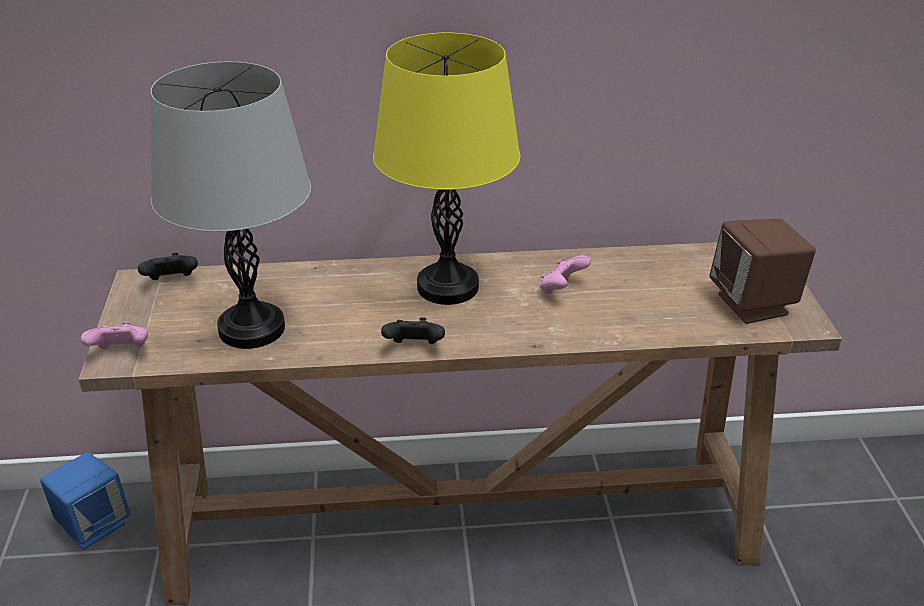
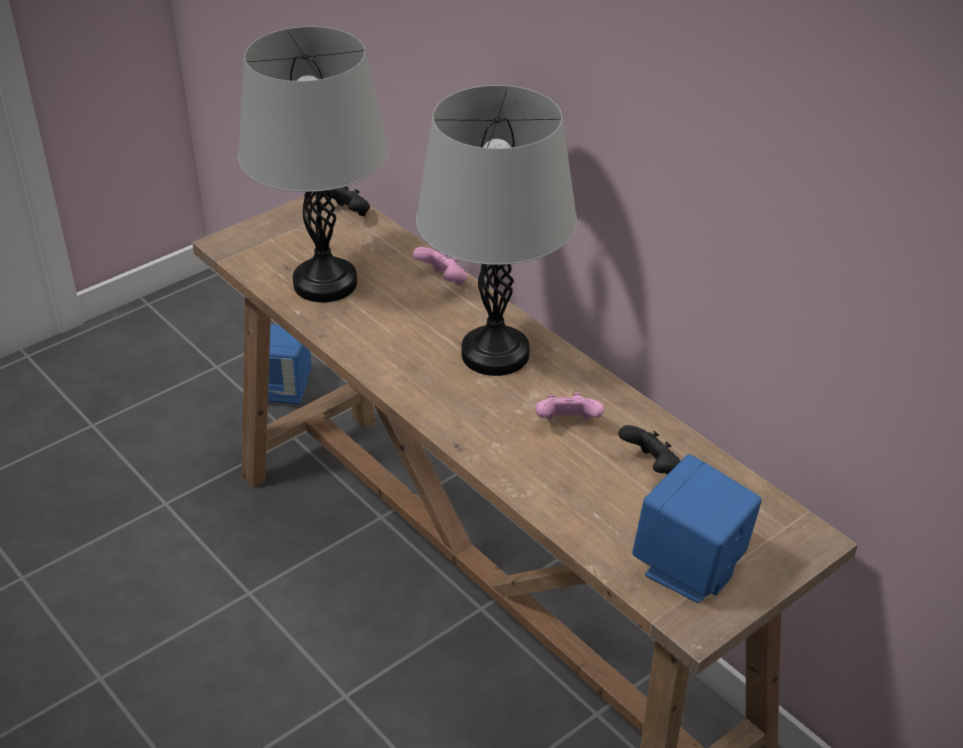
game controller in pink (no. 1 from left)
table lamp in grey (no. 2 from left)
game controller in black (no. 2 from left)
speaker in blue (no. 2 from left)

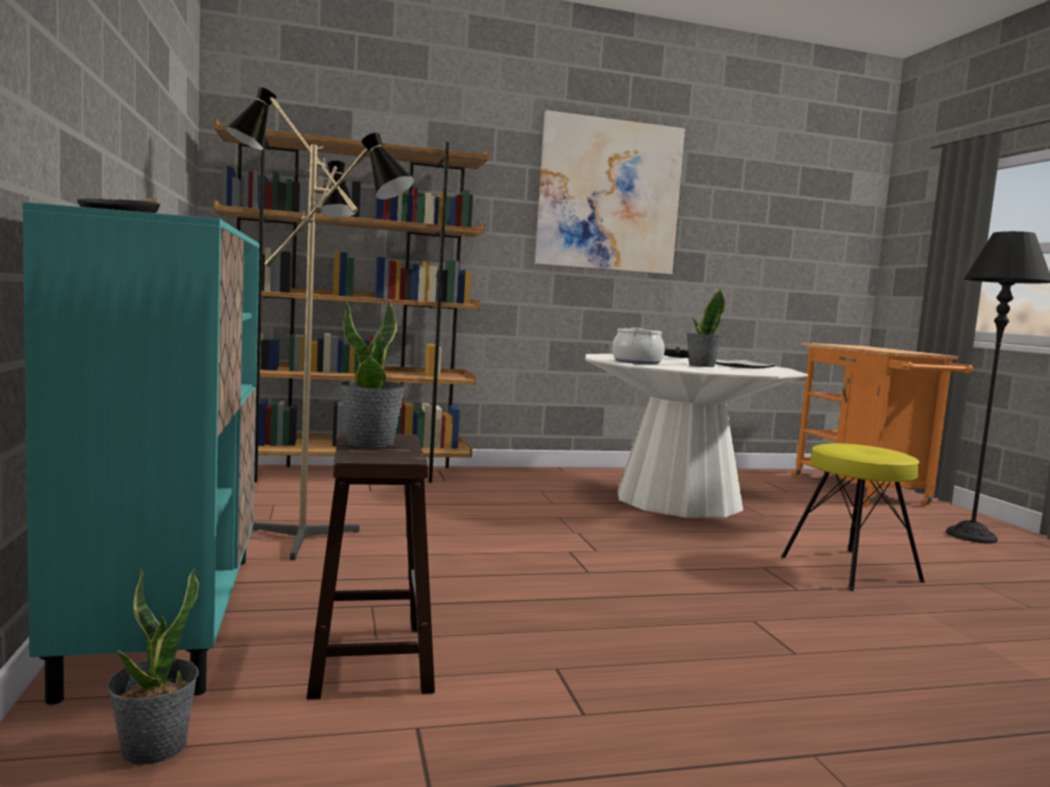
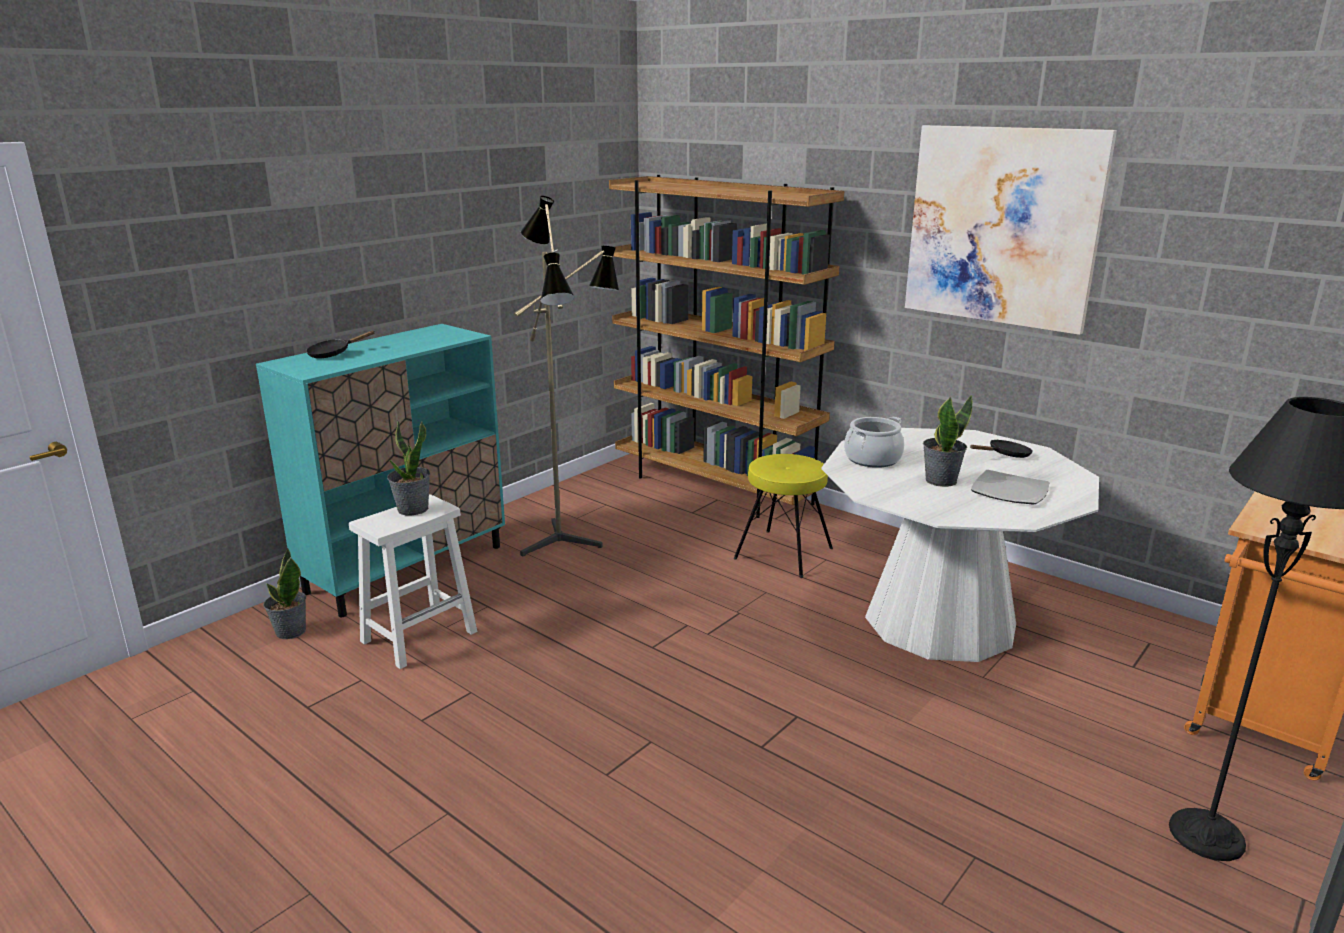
stool in white
stool in yellow

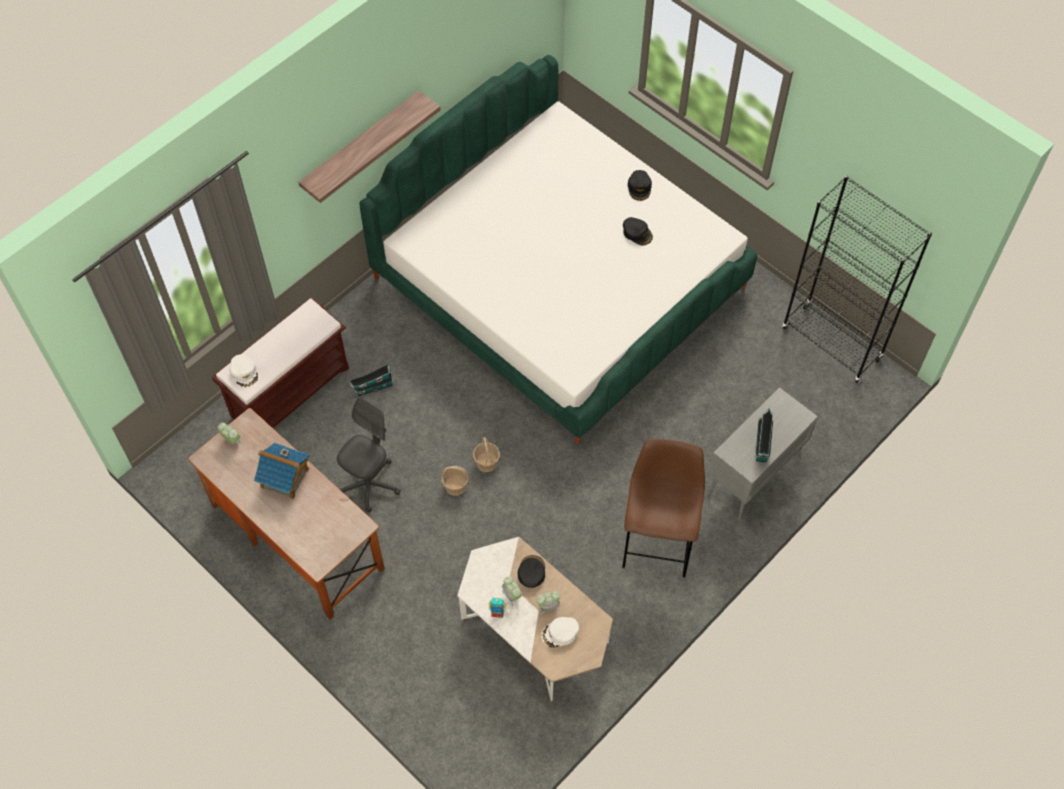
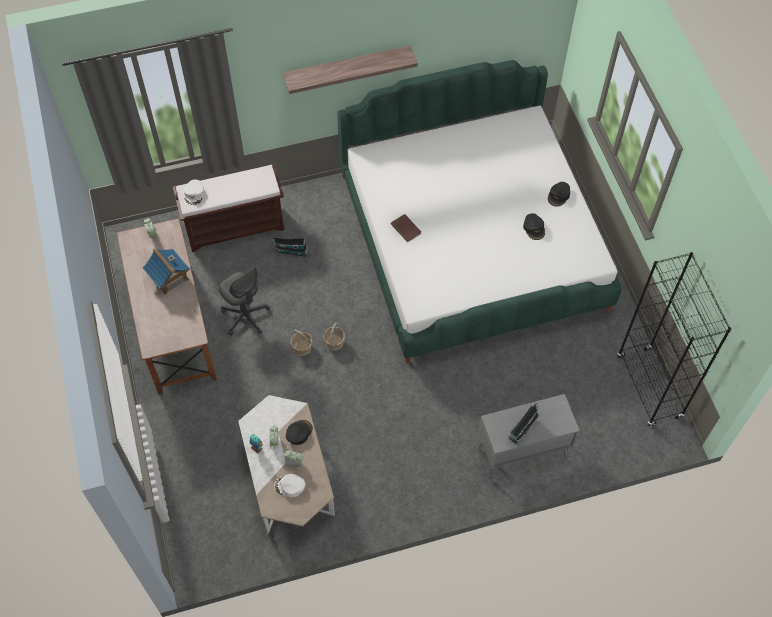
office chair in grey
stool in brown
book in brown

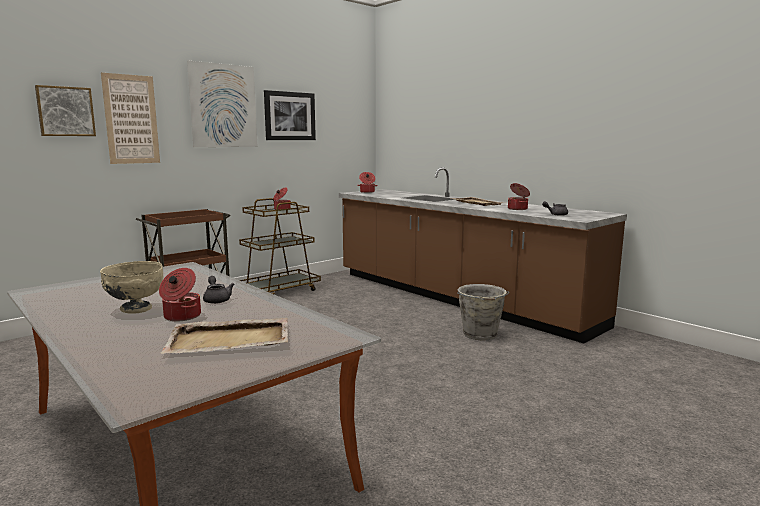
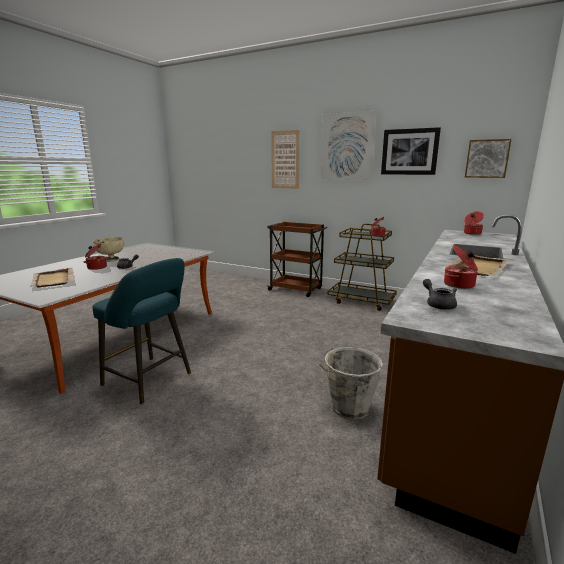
picture (no. 4 from left)
stool in turquoise

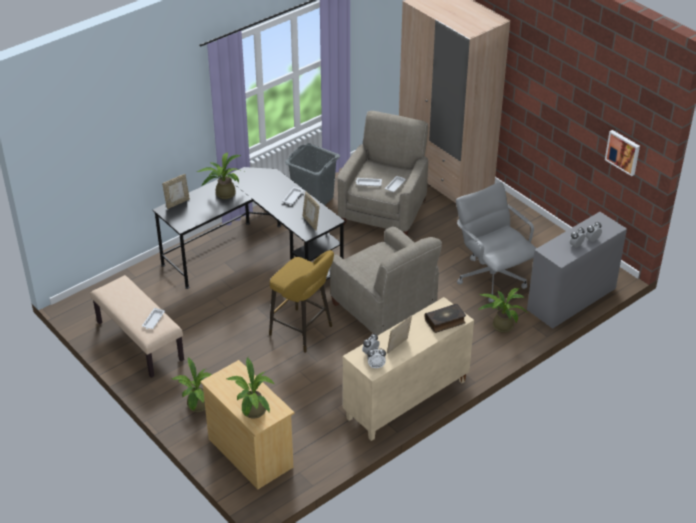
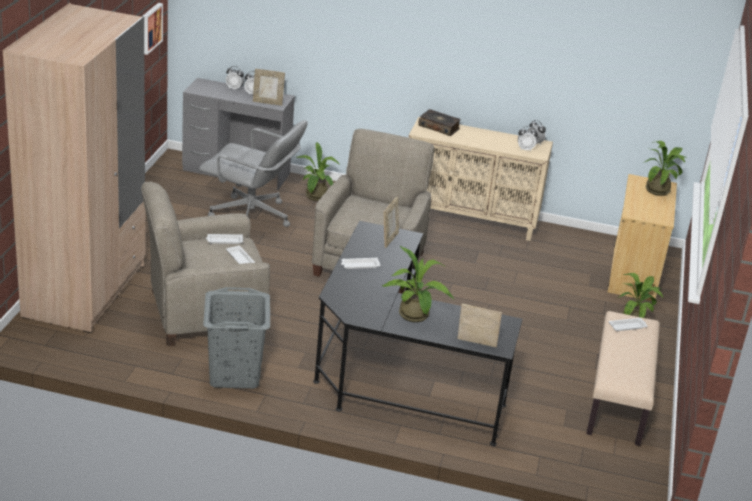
stool in yellow
picture frame (no. 1 from left)
office chair in grey

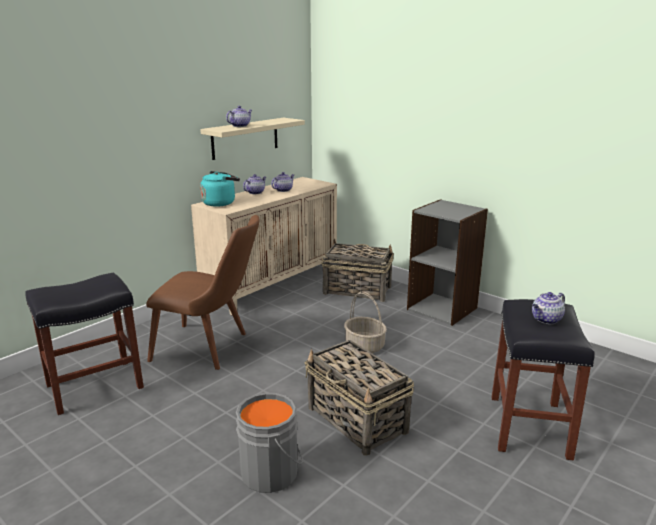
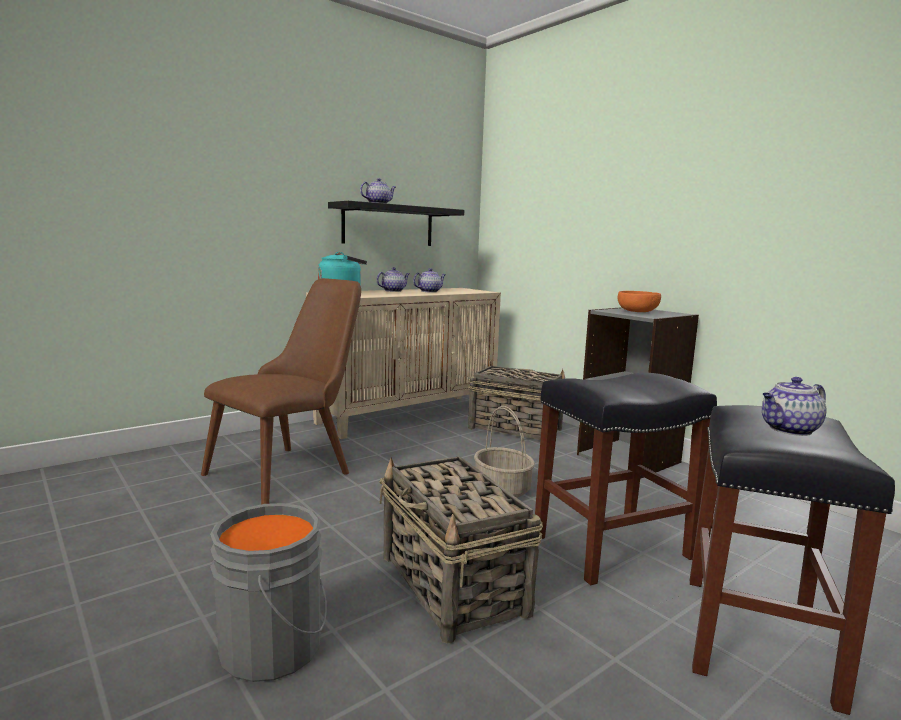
stool in black (no. 1 from left)
chair in brown
shelf in black
bowl in orange

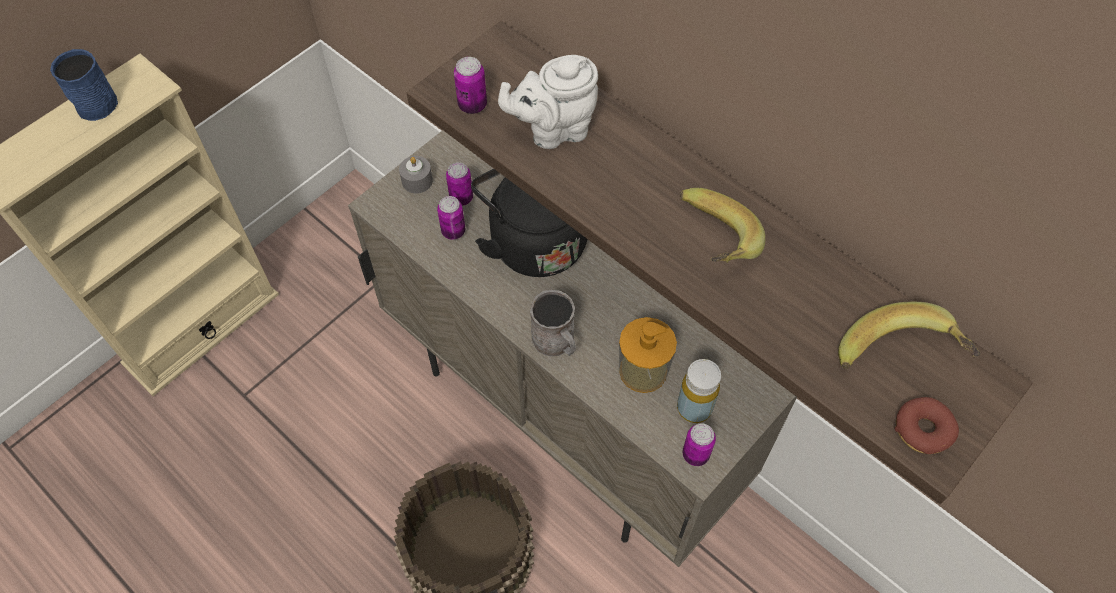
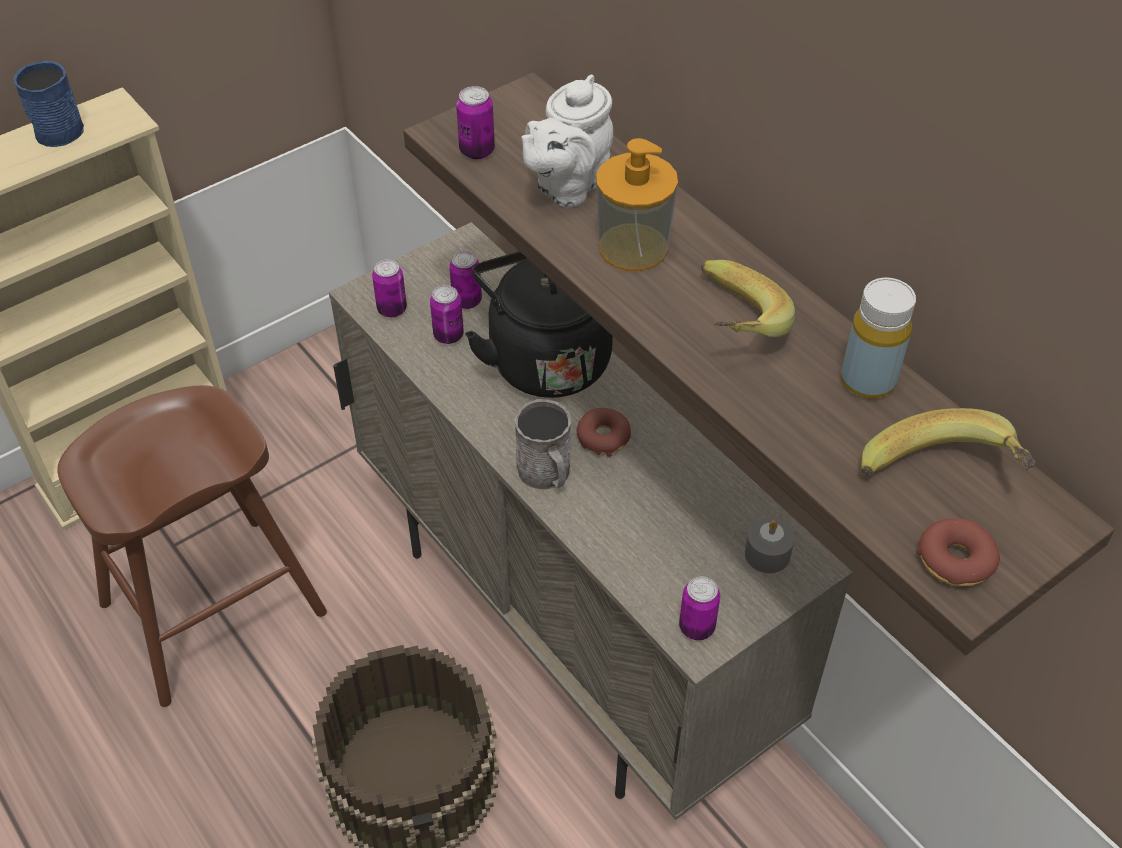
candle in grey
teapot in white
soap dispenser
bottle in yellow
stool in brown
can (no. 1 from left)
donut (no. 1 from left)

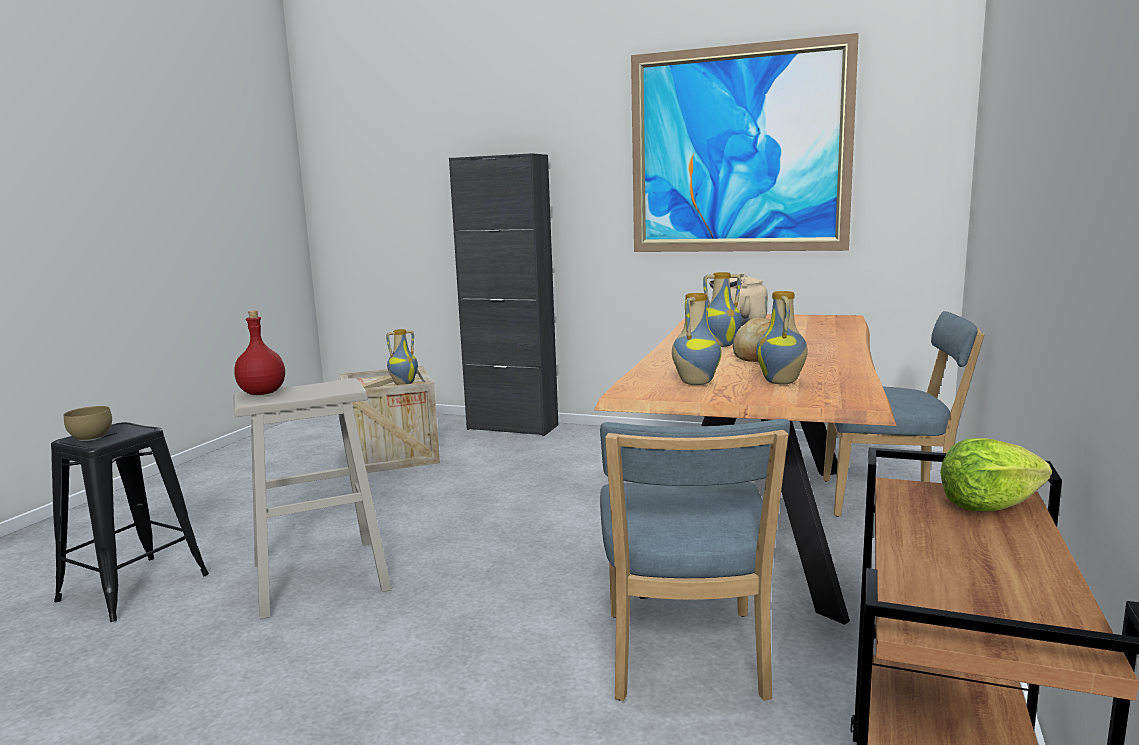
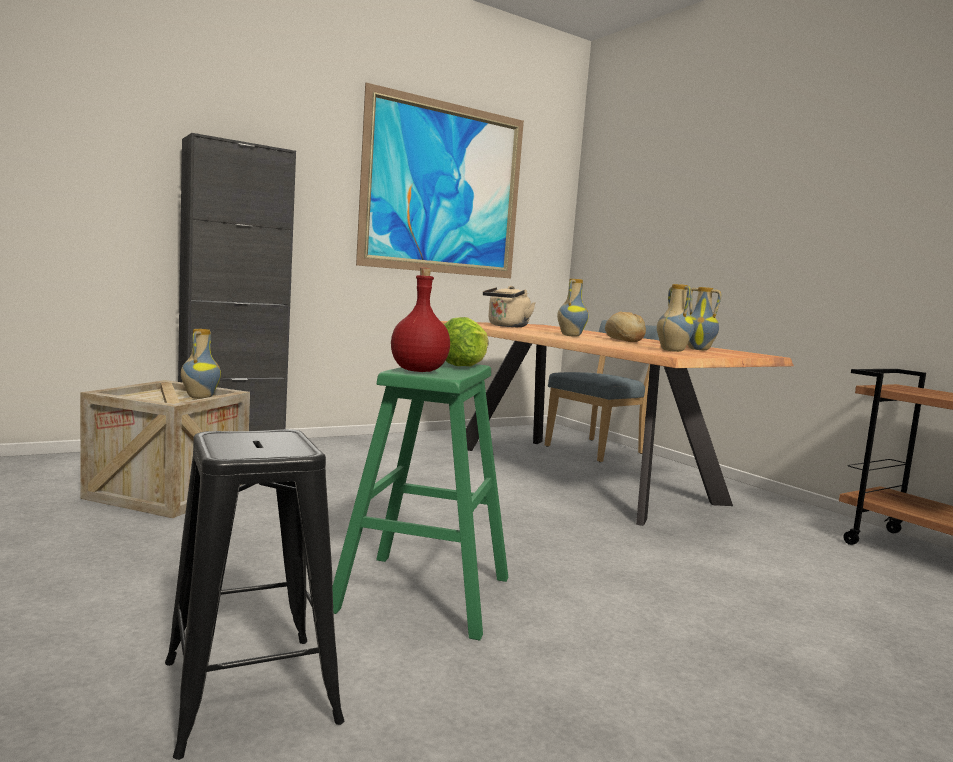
bowl in brown
stool in green
chair in blue (no. 1 from left in the first image)
lettuce

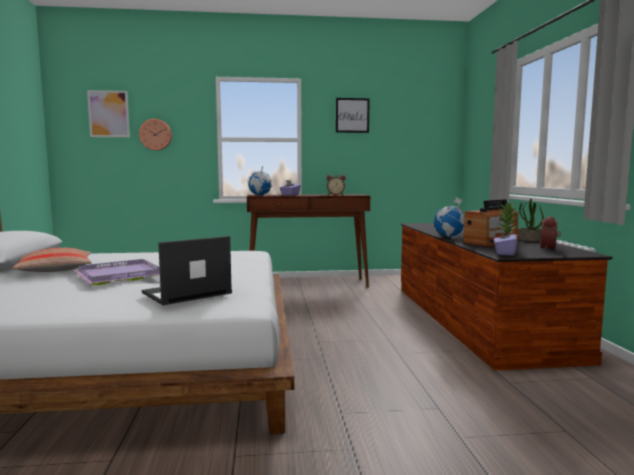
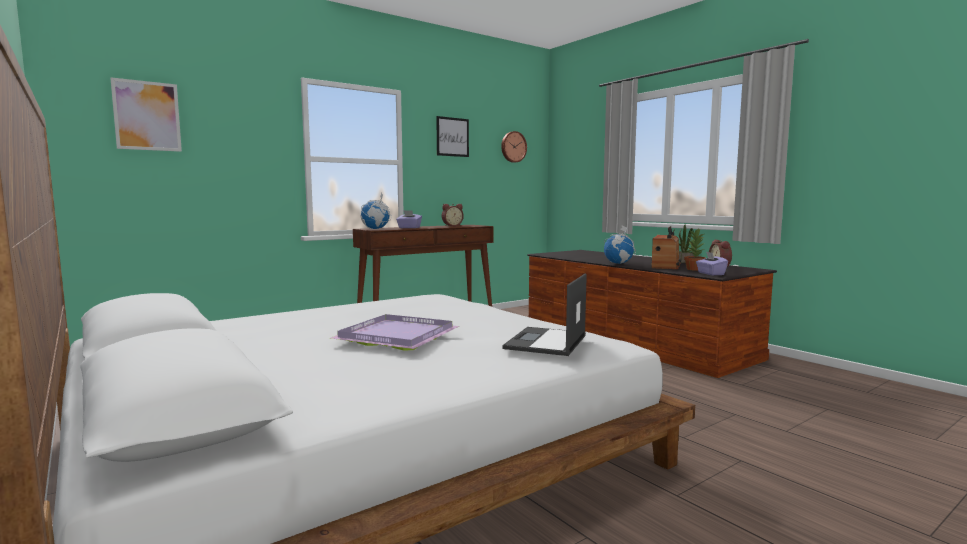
pillow
wall clock

